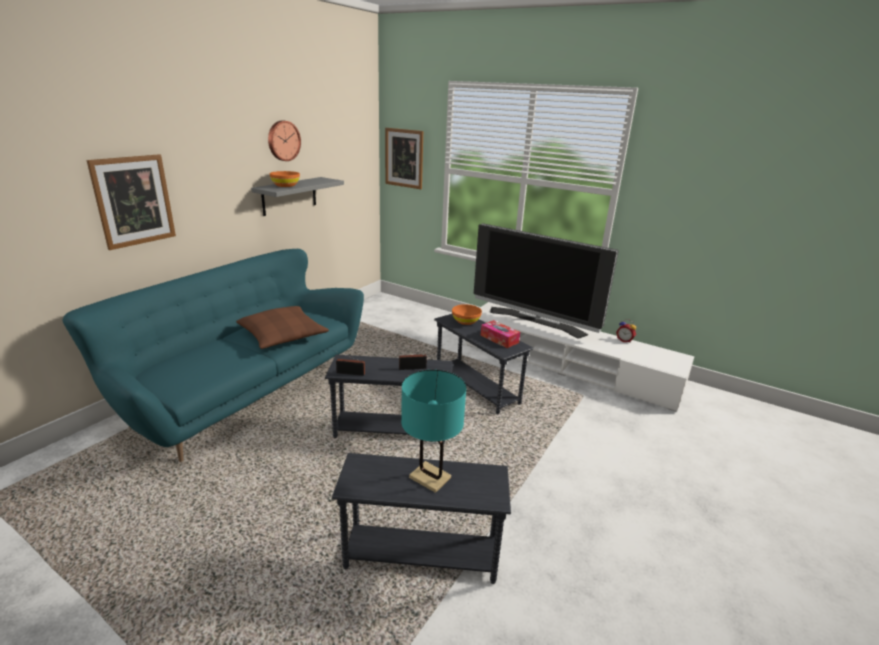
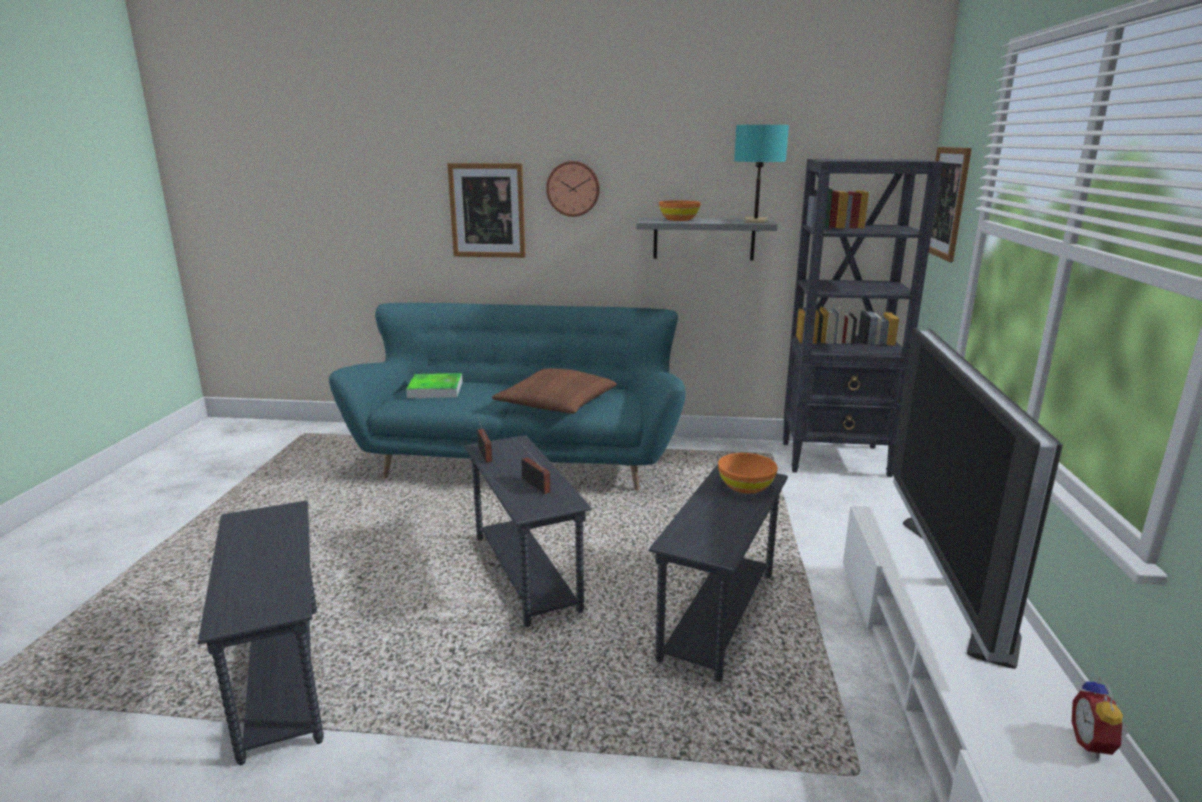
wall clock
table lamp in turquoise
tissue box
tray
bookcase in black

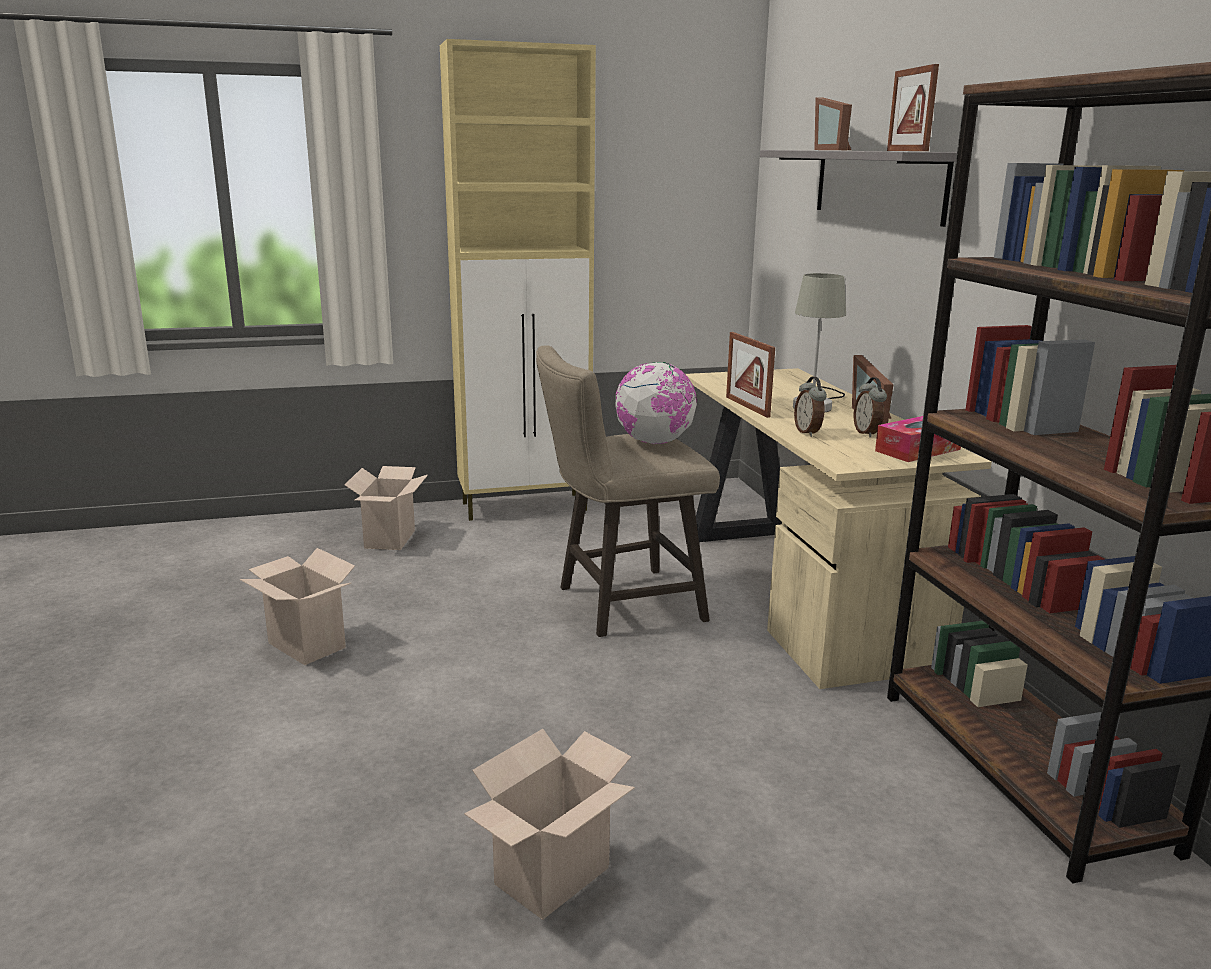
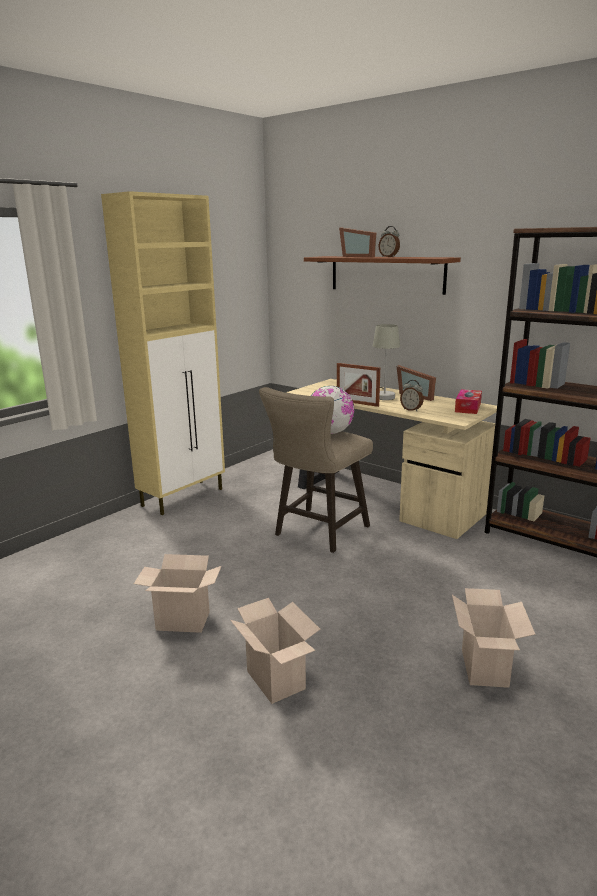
cardboard box (no. 2 from left)
shelf in brown
alarm clock (no. 1 from left)
picture frame (no. 4 from left in the first image)

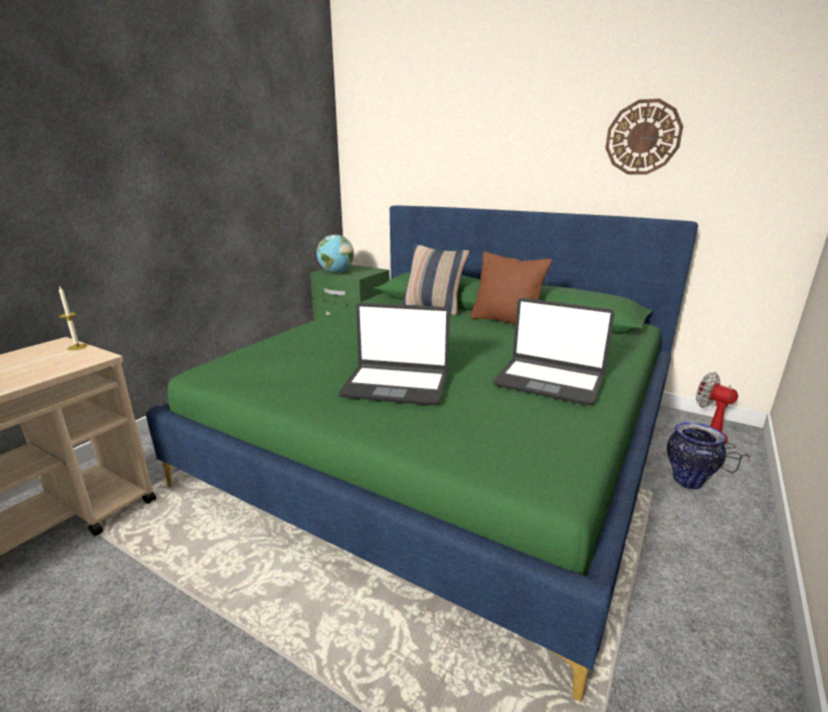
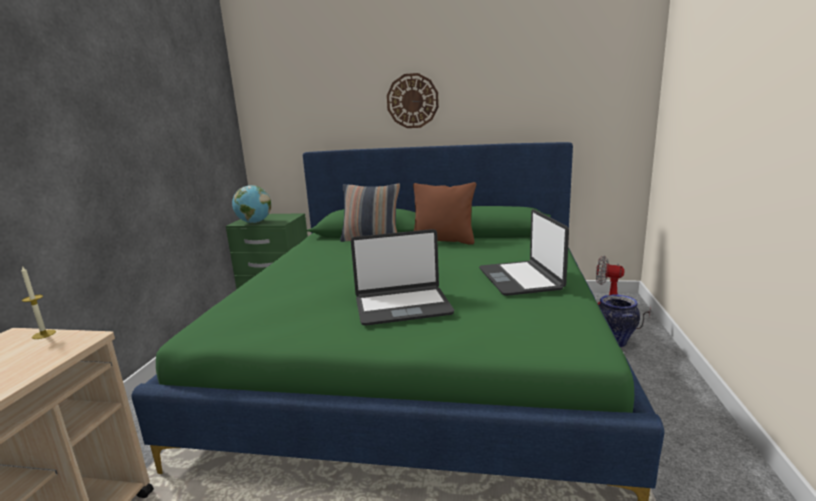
laptop (no. 2 from left)
wall clock

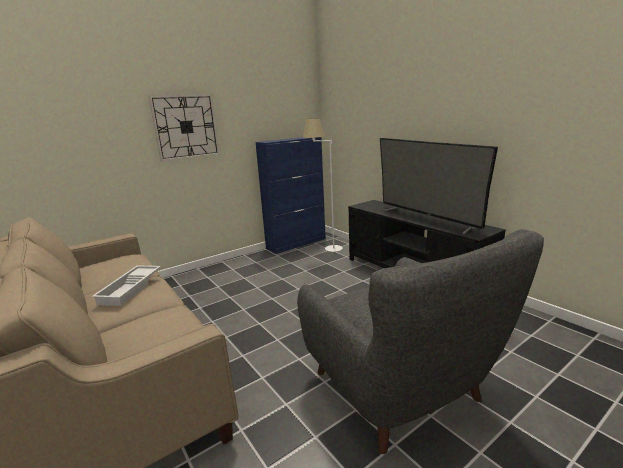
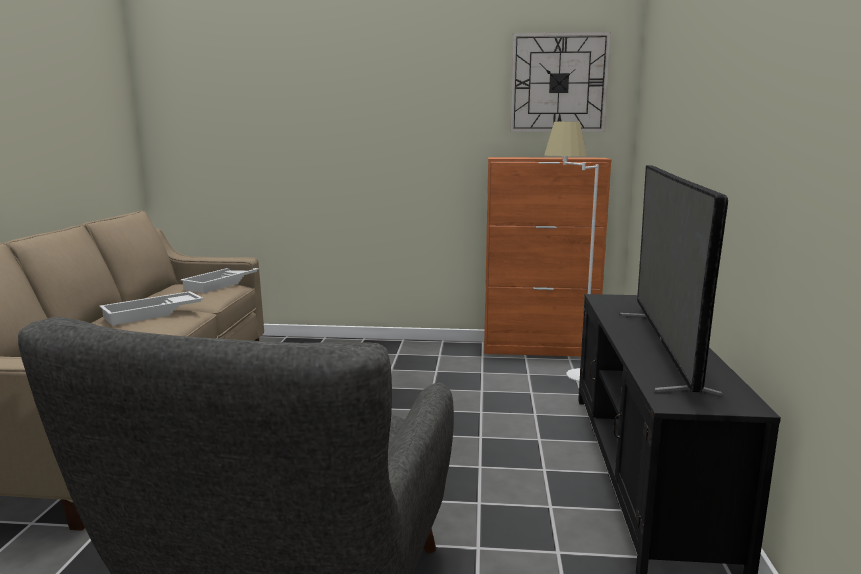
wall clock
cabinet in orange
tray in white (no. 2 from left)

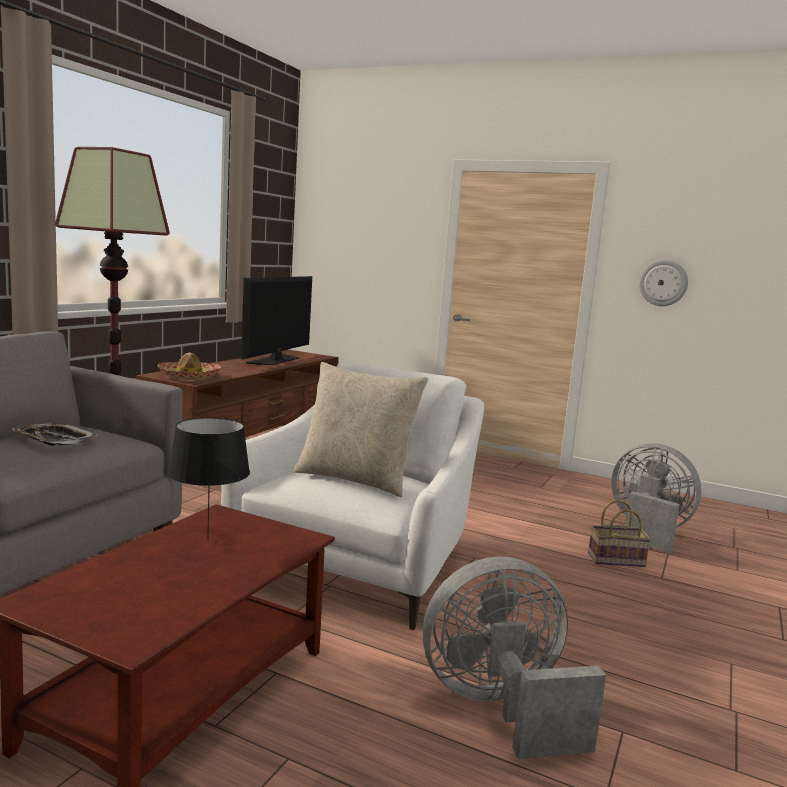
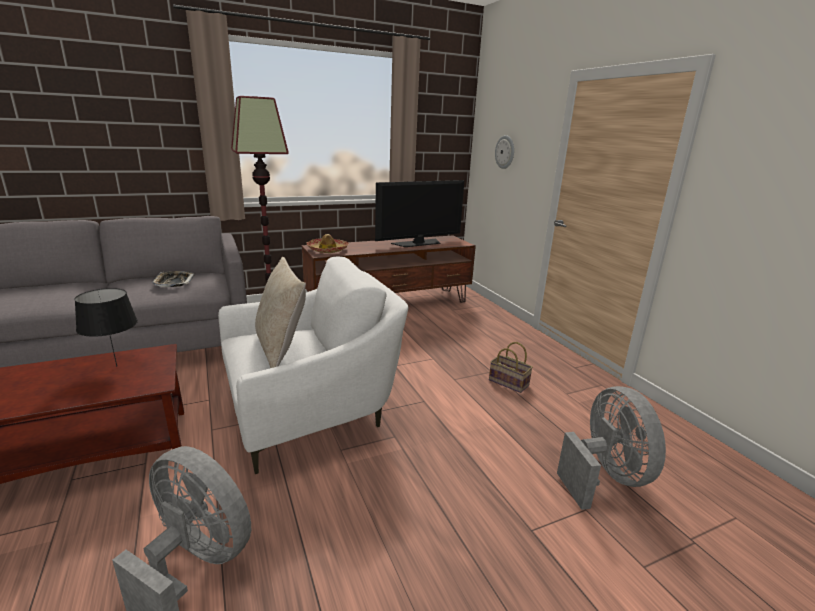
basket
wall clock

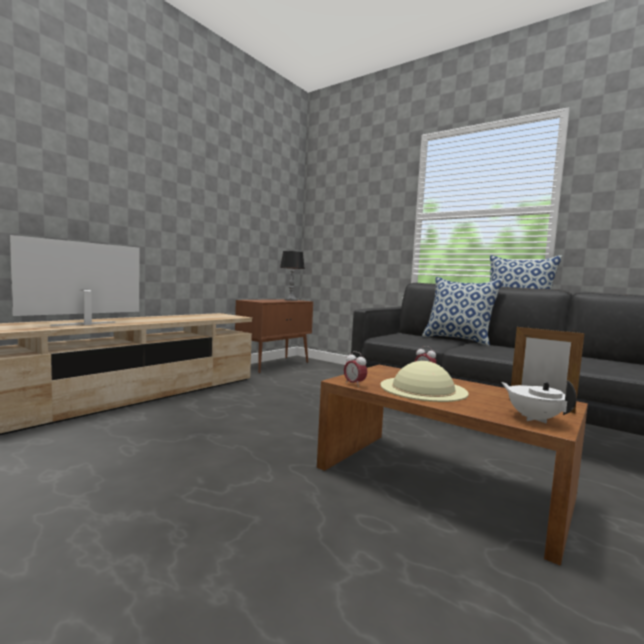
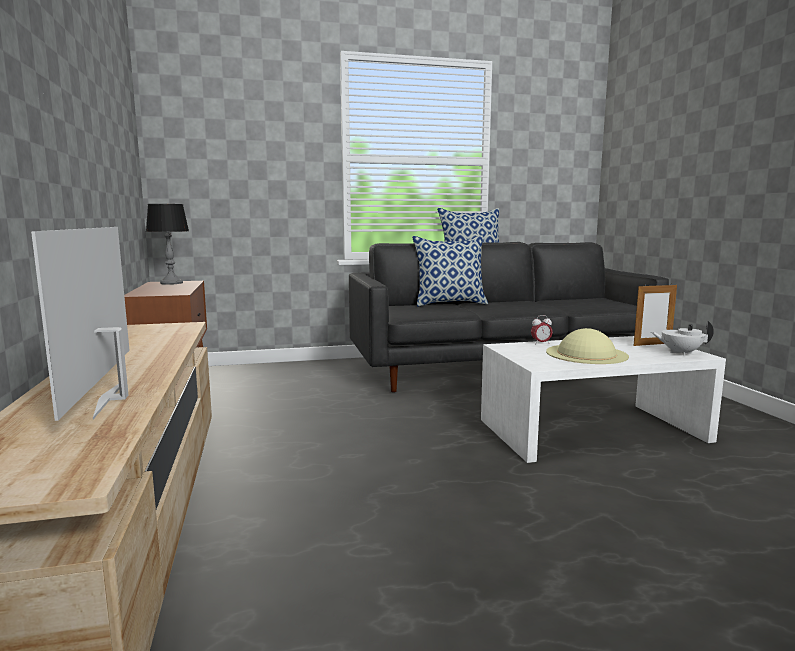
coffee table in white
alarm clock (no. 1 from left in the first image)

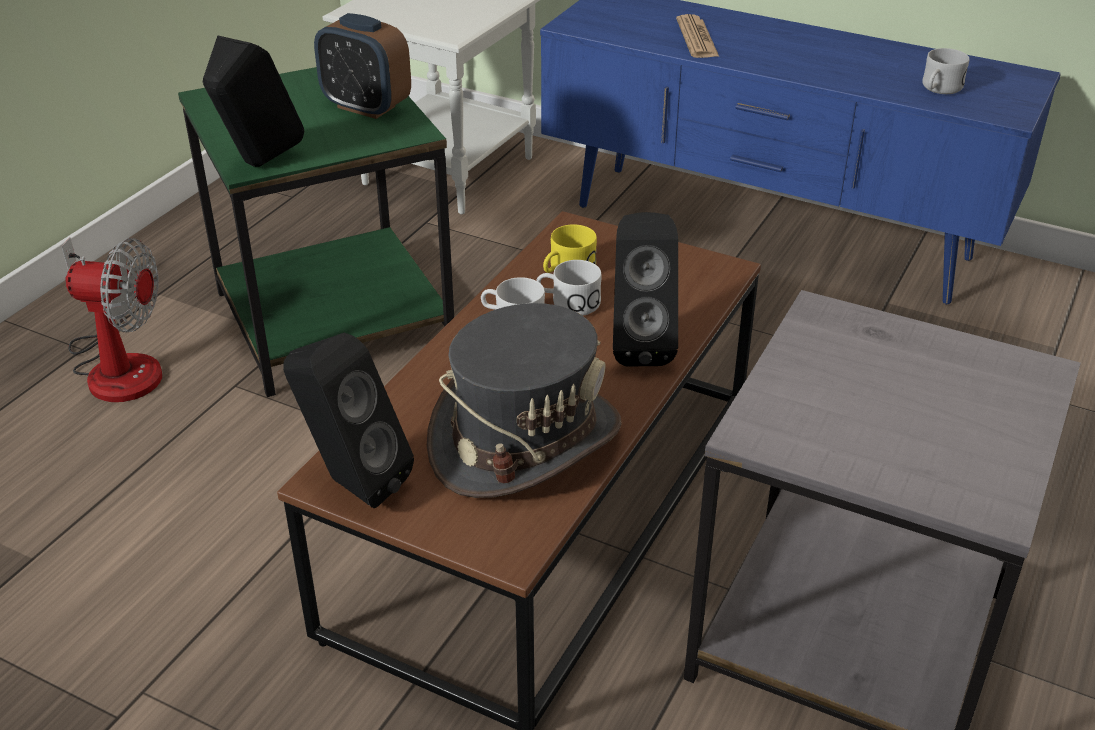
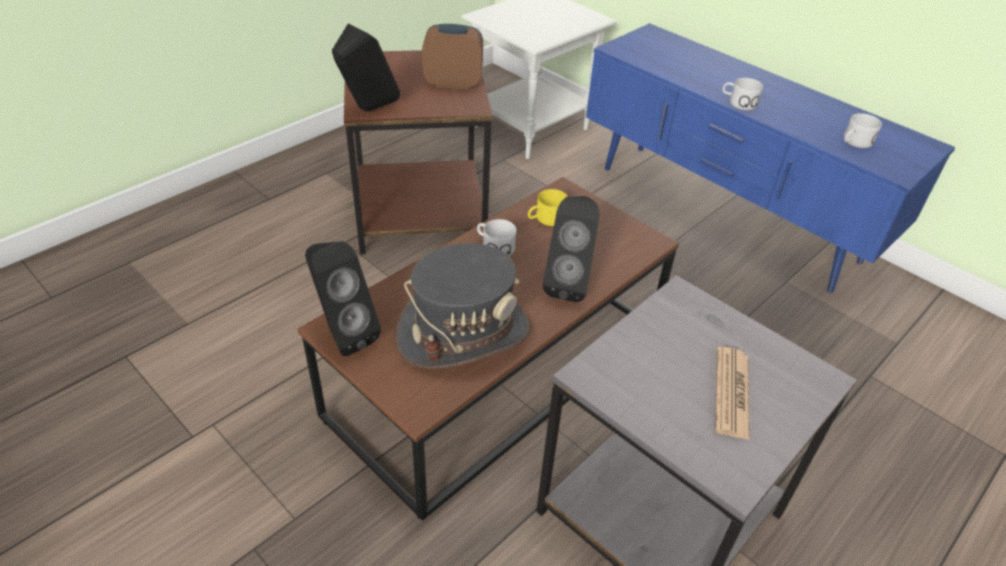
fan
side table in brown
alarm clock
mug in white (no. 2 from left)
newspaper

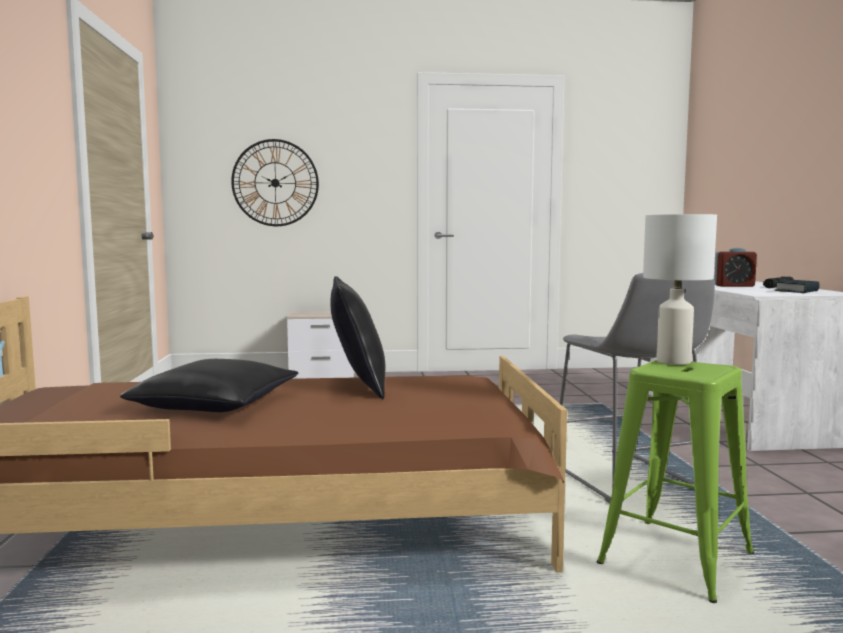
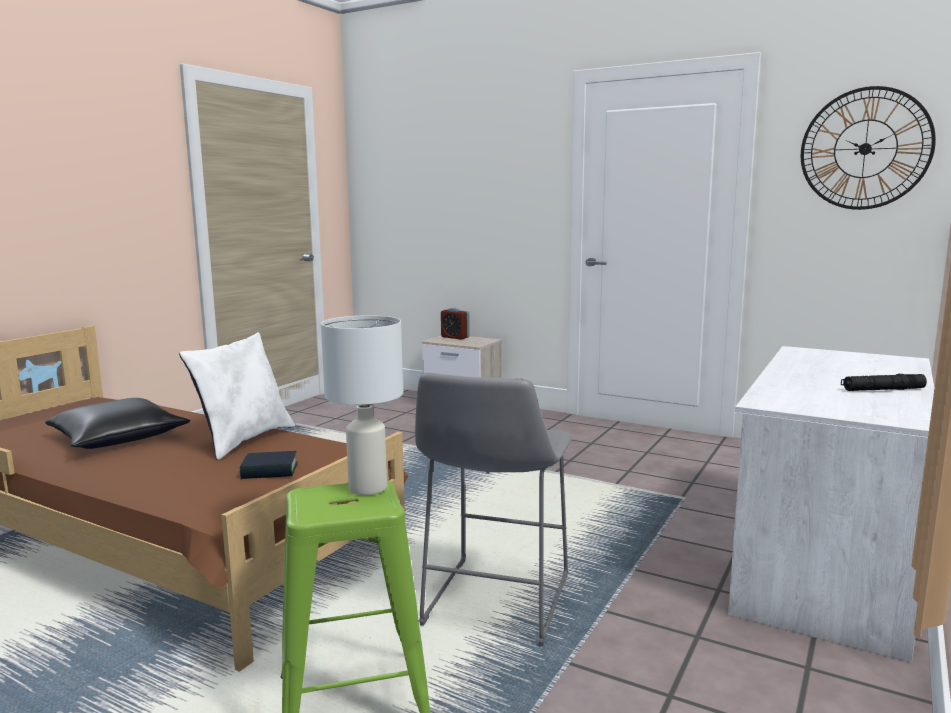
wall clock
pillow in white
alarm clock
book

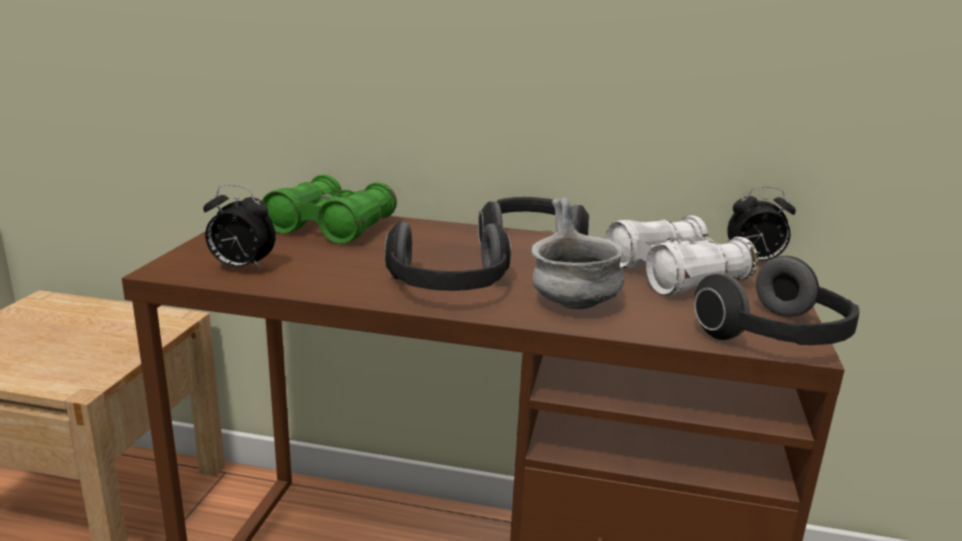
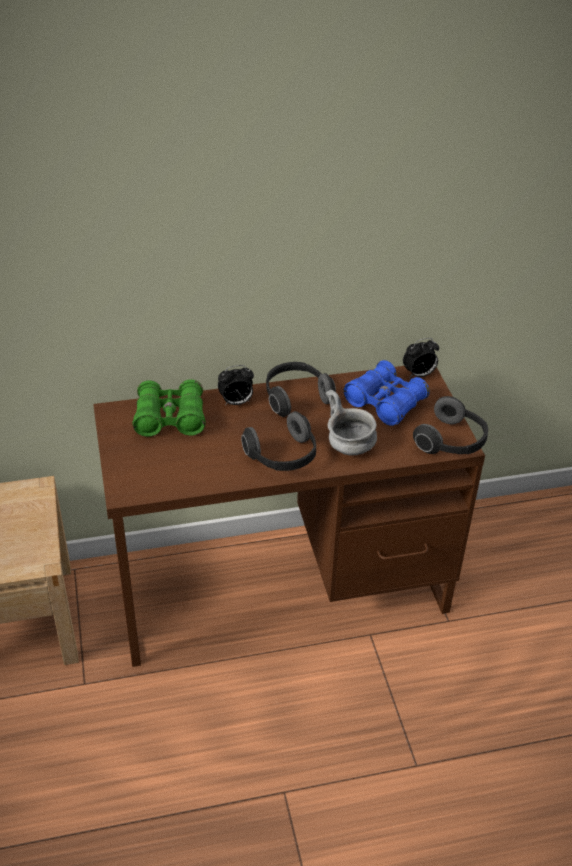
alarm clock (no. 1 from left)
binoculars in blue

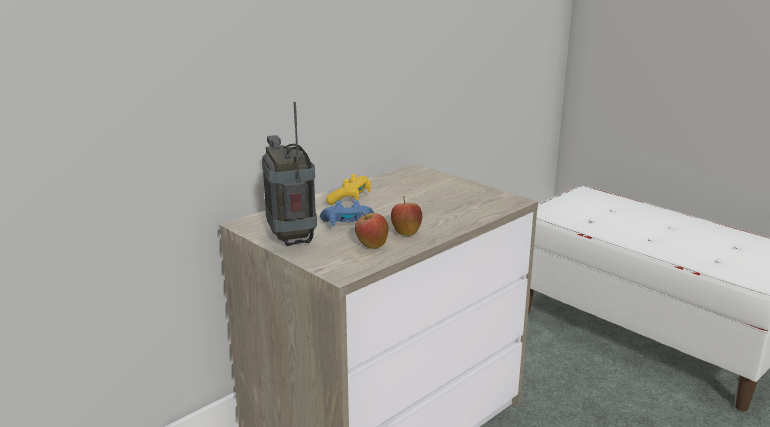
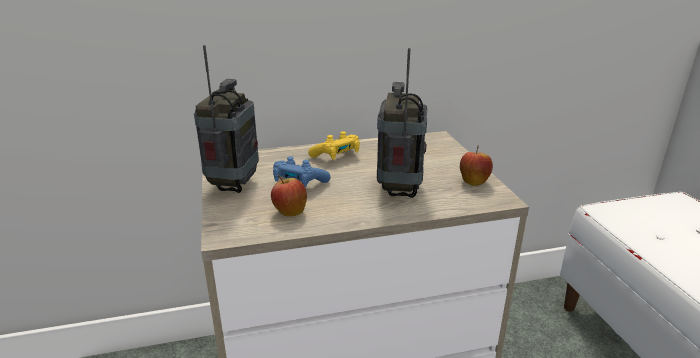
apple (no. 2 from left)
radio (no. 2 from left)

